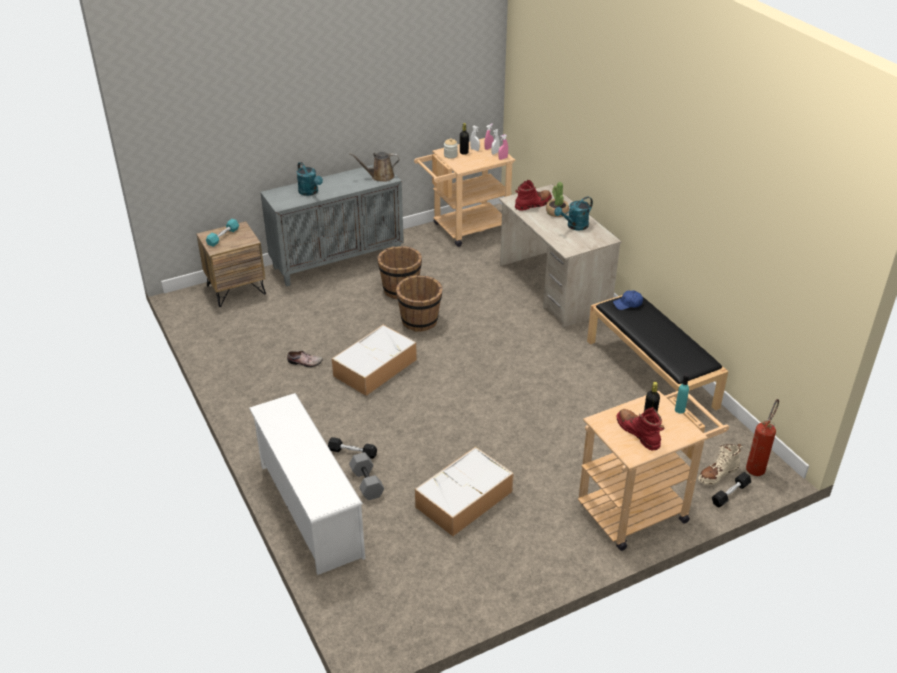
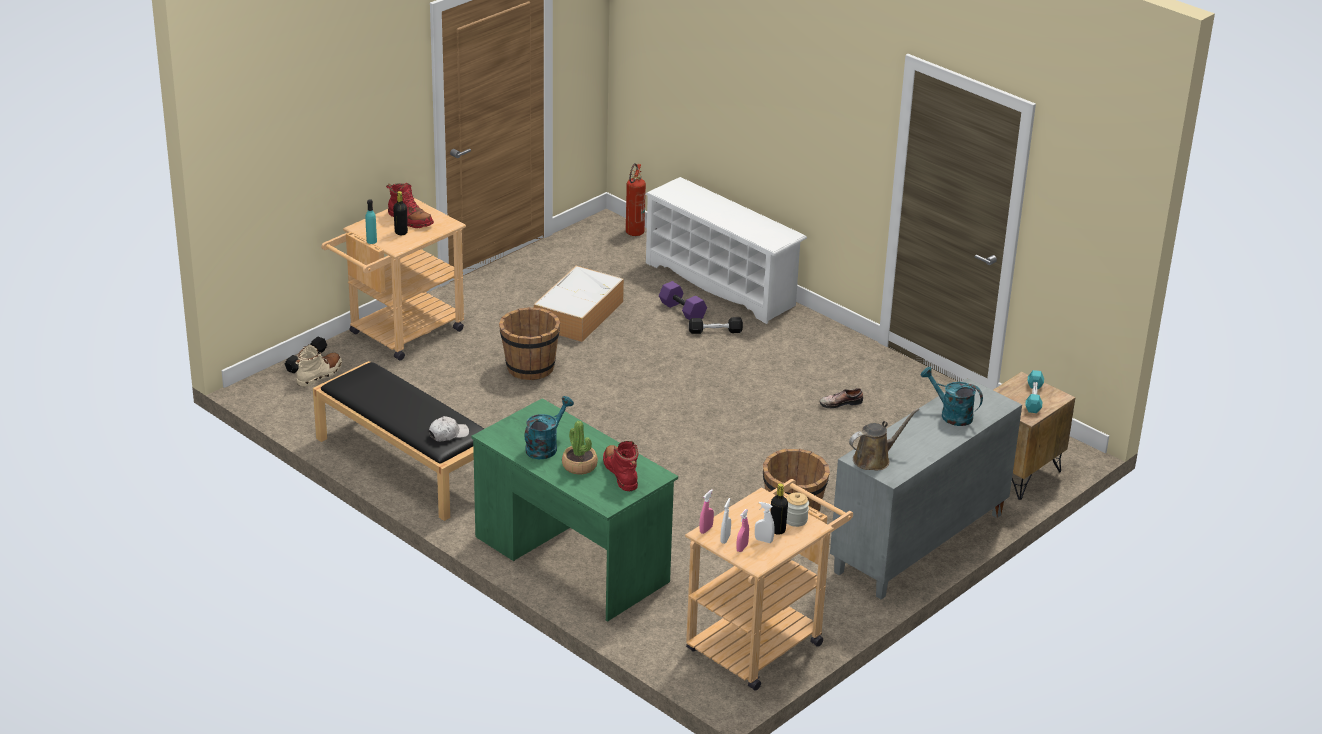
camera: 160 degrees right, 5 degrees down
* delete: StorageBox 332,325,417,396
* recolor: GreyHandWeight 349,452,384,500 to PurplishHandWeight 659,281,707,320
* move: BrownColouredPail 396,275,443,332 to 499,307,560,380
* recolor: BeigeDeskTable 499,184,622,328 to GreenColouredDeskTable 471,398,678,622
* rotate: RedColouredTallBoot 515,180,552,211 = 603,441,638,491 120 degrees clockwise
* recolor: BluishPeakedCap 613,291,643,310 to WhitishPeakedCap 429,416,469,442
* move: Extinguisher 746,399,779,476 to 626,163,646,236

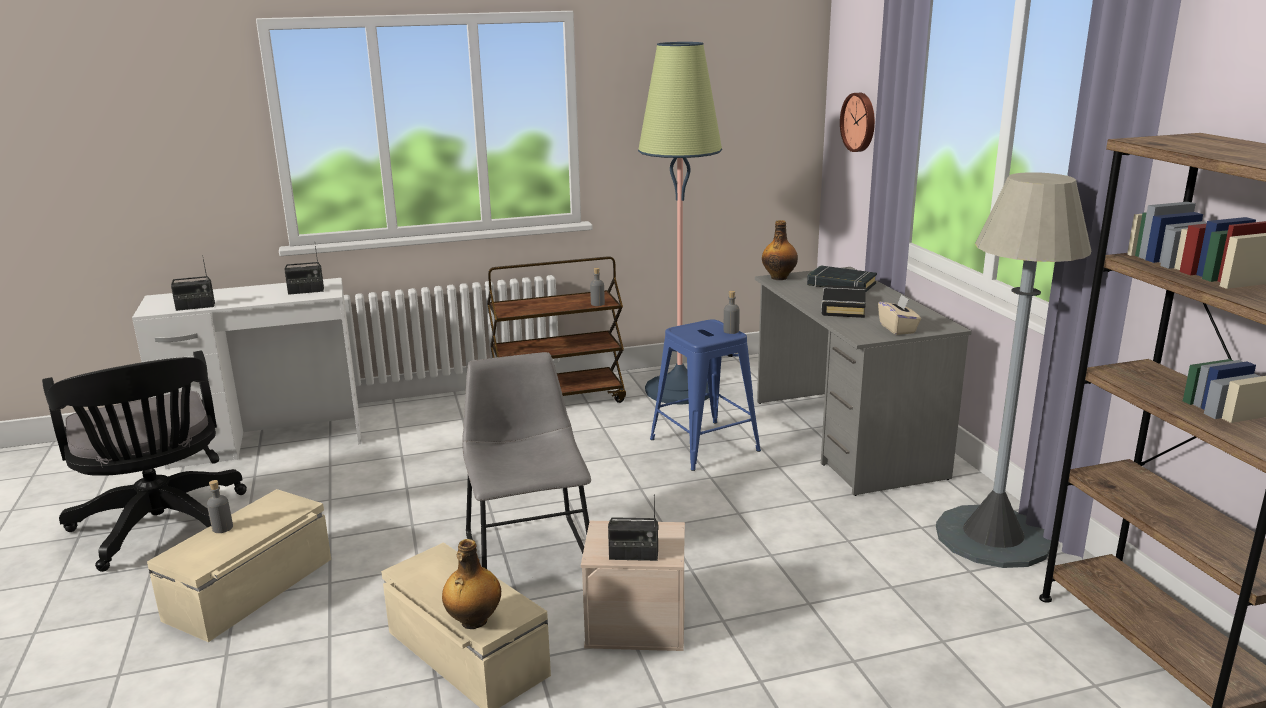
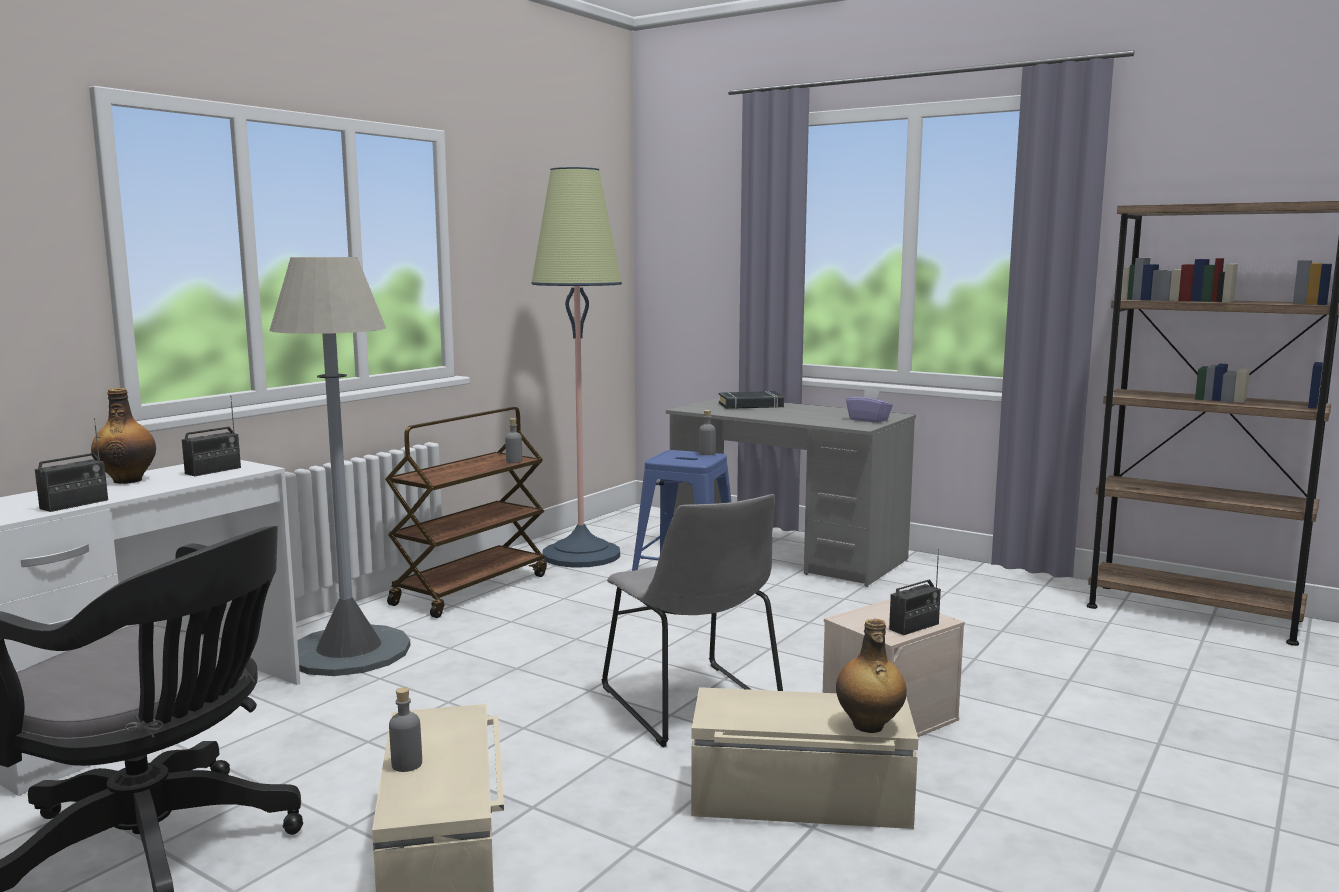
camera: 40 degrees left, 10 degrees down
* rotate: GreyPlainChair 462,352,591,569 = 601,494,783,747 150 degrees counterclockwise
* move: Bottle 762,220,798,280 to 91,388,156,484
* delete: BlackBoundBook 821,285,865,318
* delete: HangingClock 840,93,875,152
* recolor: BeigeBoxOfTissues 878,294,921,335 to PurplishBoxOfTissues 846,388,893,423
* move: GreyStandingLamp 936,172,1091,568 to 270,257,410,676

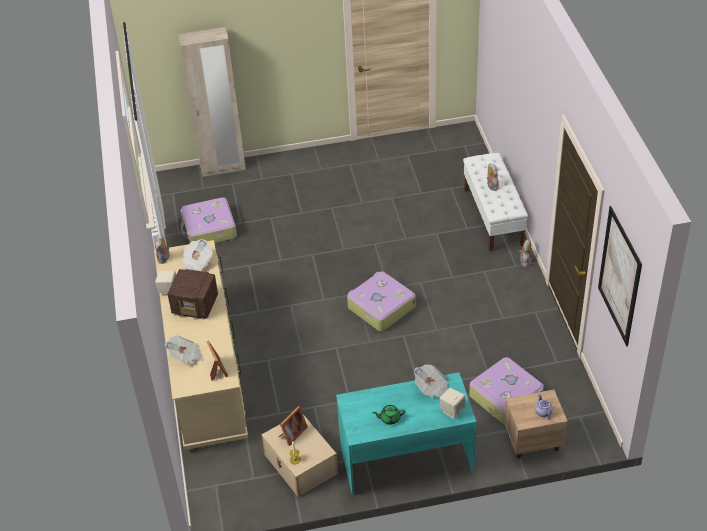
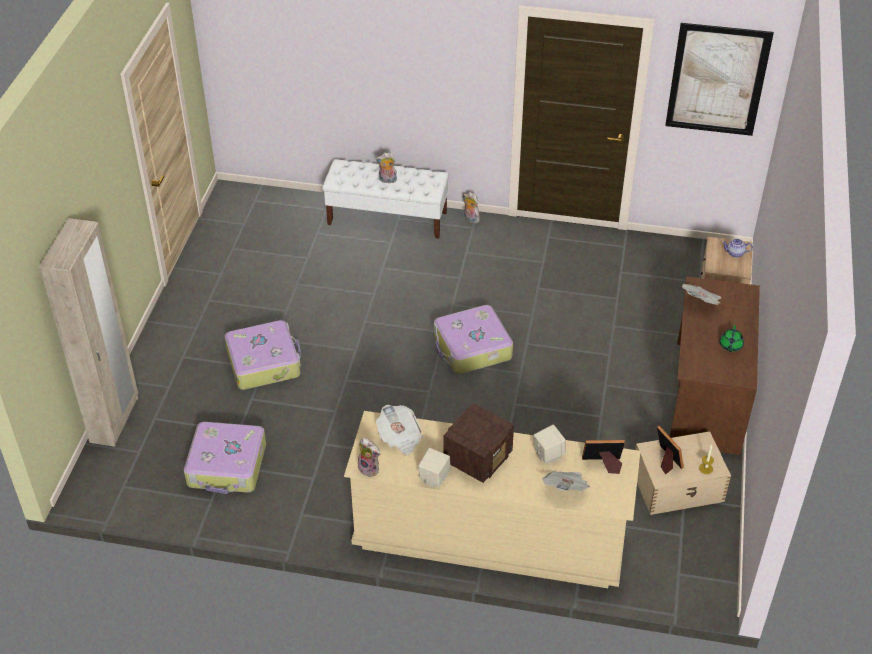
camera: 70 degrees left, 0 degrees up
* recolor: BlueGreenDeskTable 336,372,476,496 to BrownColouredDeskTable 670,276,760,455
* move: BeigeSpeaker 440,388,466,419 to 533,425,566,464
* move: Suitcase 469,357,544,425 to 225,320,301,390

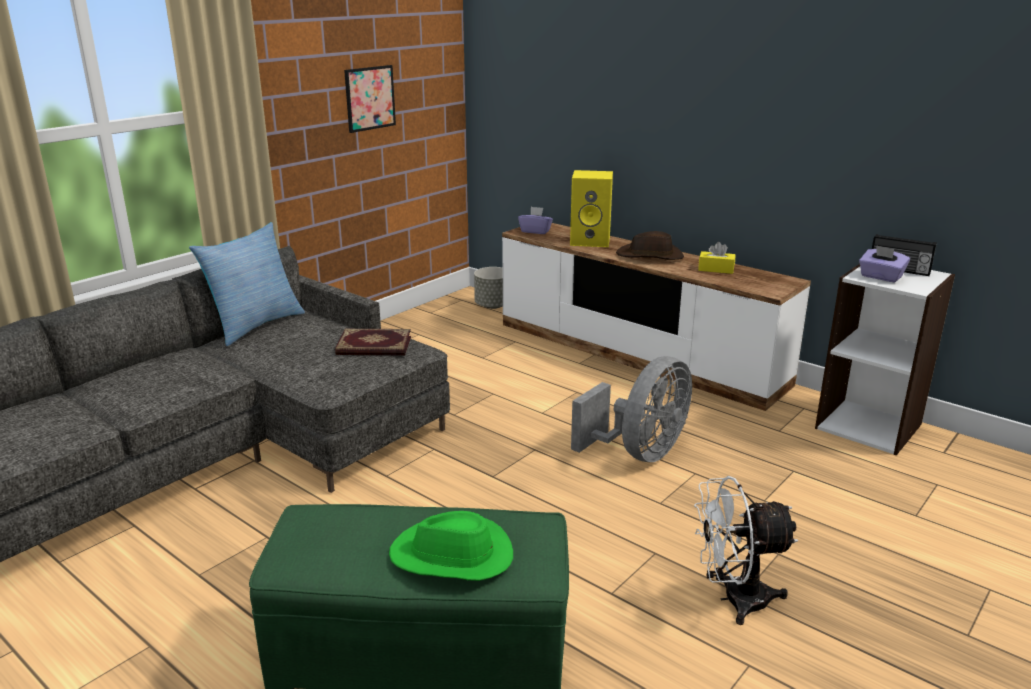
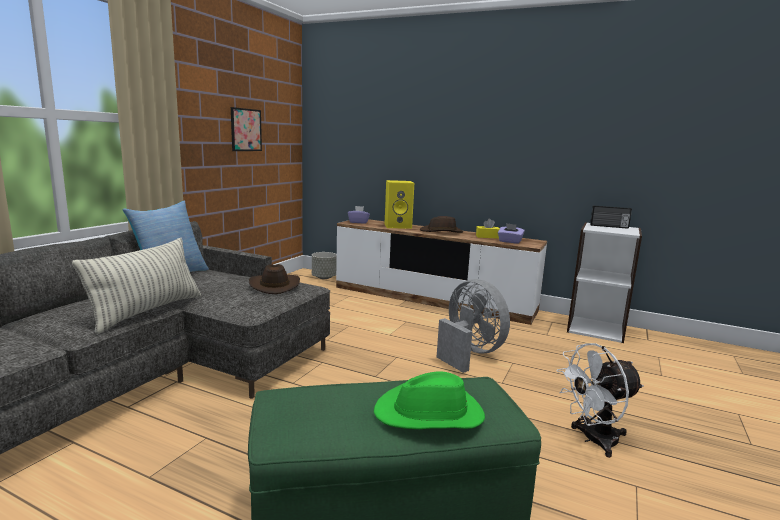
camera: 15 degrees left, 10 degrees down
* replace: BoundBook 335,329,411,355 to BrownColouredWearableHat 249,264,300,294
* rotate: GreyElectricFan 571,356,692,462 = 437,279,510,373 60 degrees counterclockwise
* move: PurplishBoxOfTissues 859,245,910,283 to 498,223,525,244
* insert: Pillow 72,238,201,334

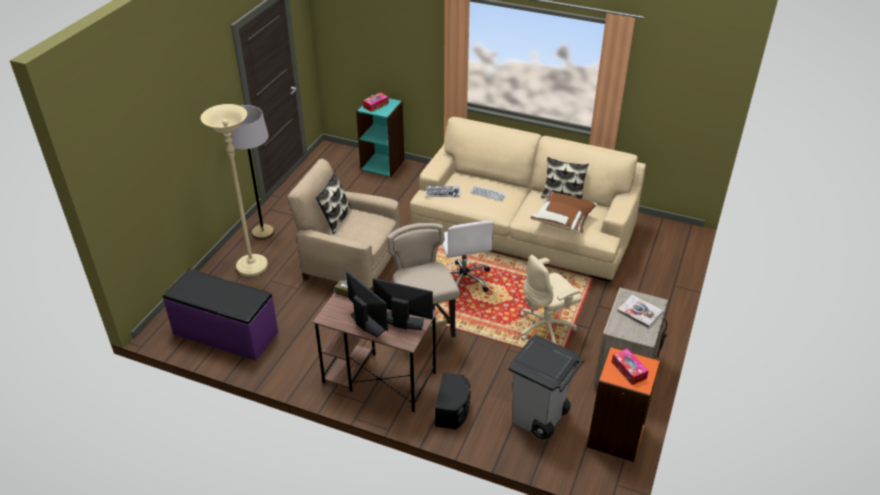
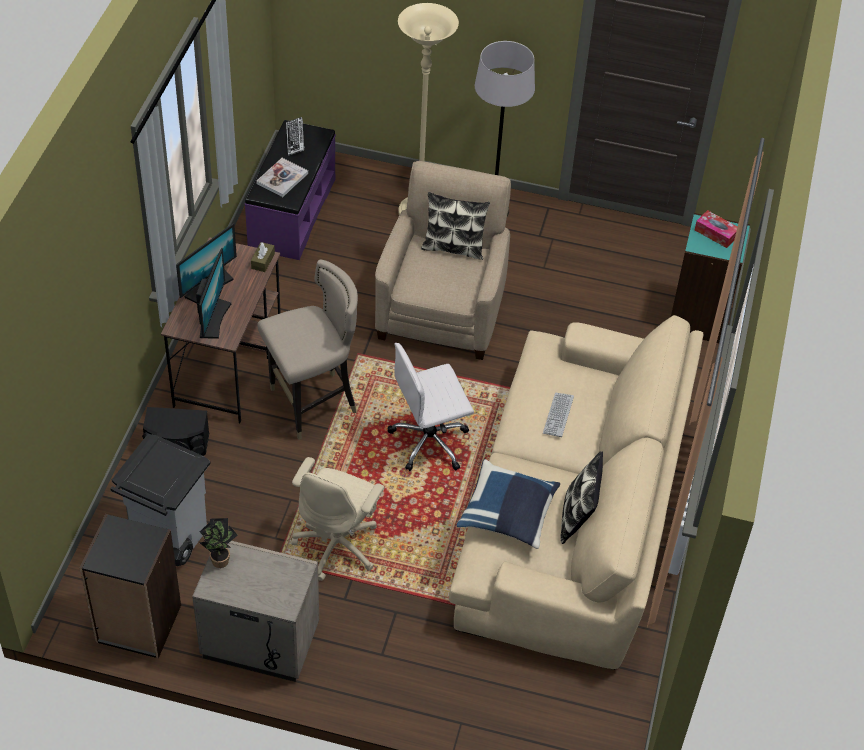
camera: 80 degrees right, 10 degrees up
* move: Keyboard 426,186,460,197 to 286,117,305,156
* rotate: BeigeDeskChair 520,255,582,344 = 291,457,384,581 120 degrees counterclockwise
* recolor: BrownColouredPillow 530,191,597,233 to BluishPillow 456,459,560,549
* recolor: OrangeColouredShelvingUnit 587,346,660,462 to BlackShelvingUnit 80,514,181,659
* delete: BoxOfTissues 612,348,648,385
* move: BoundBook 617,295,663,328 to 256,158,308,197
* insert: PottedPlant 200,518,237,568

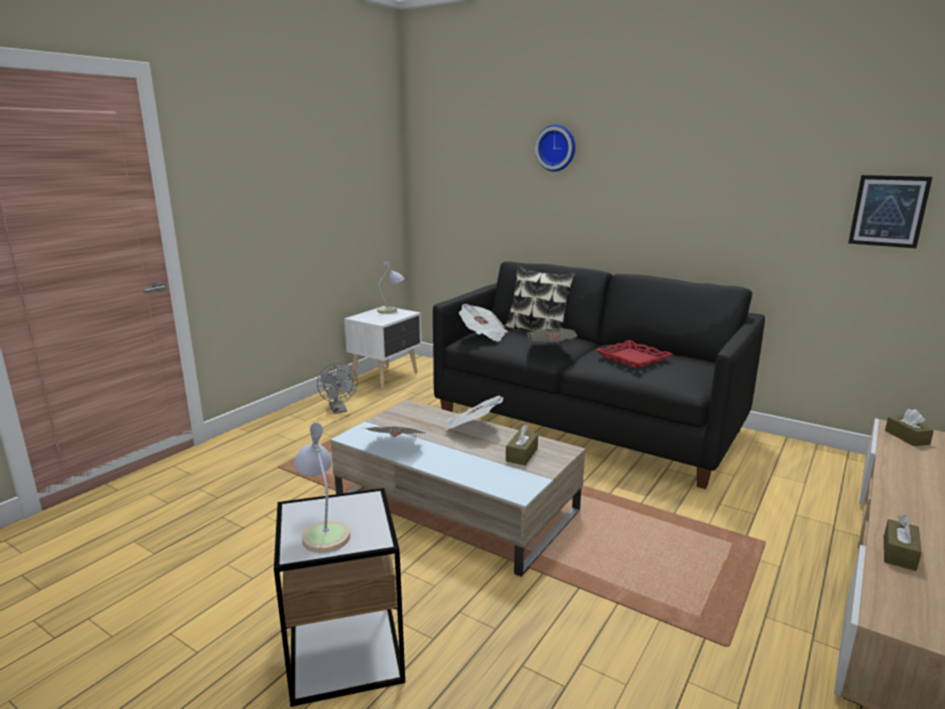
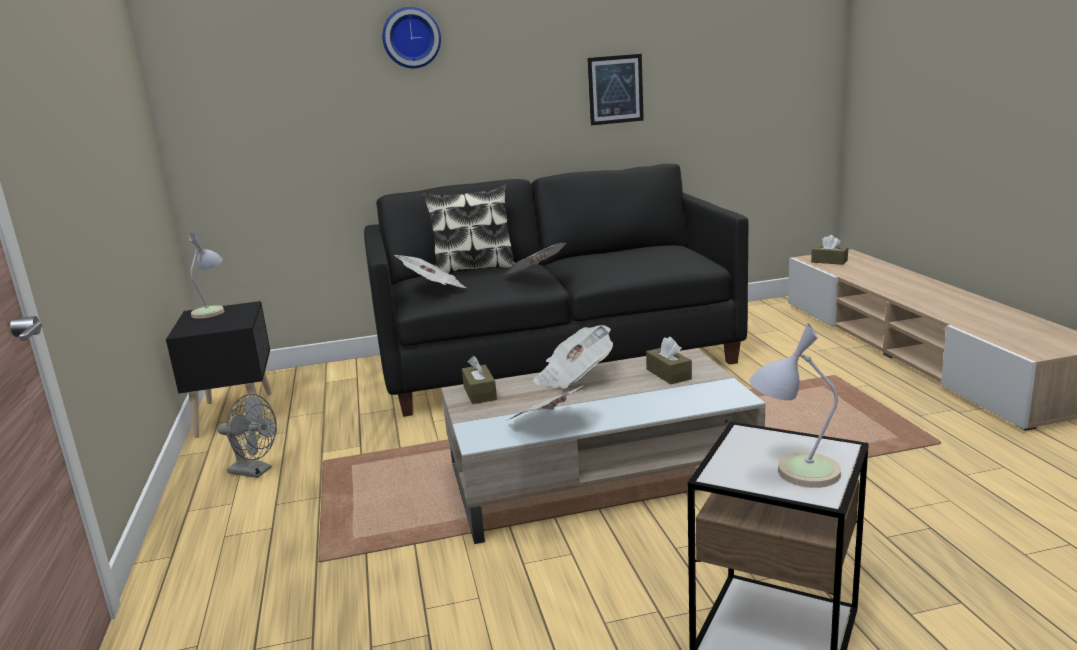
camera: 45 degrees left, 0 degrees up
* recolor: WhitishNightstand 344,306,422,389 to BlackNightstand 166,301,272,438
* delete: RedColouredServingTray 596,340,672,368
* move: WallPicture 848,175,932,248 to 587,54,644,125
* move: BrownColouredBoxOfTissues 884,515,922,571 to 462,356,497,404

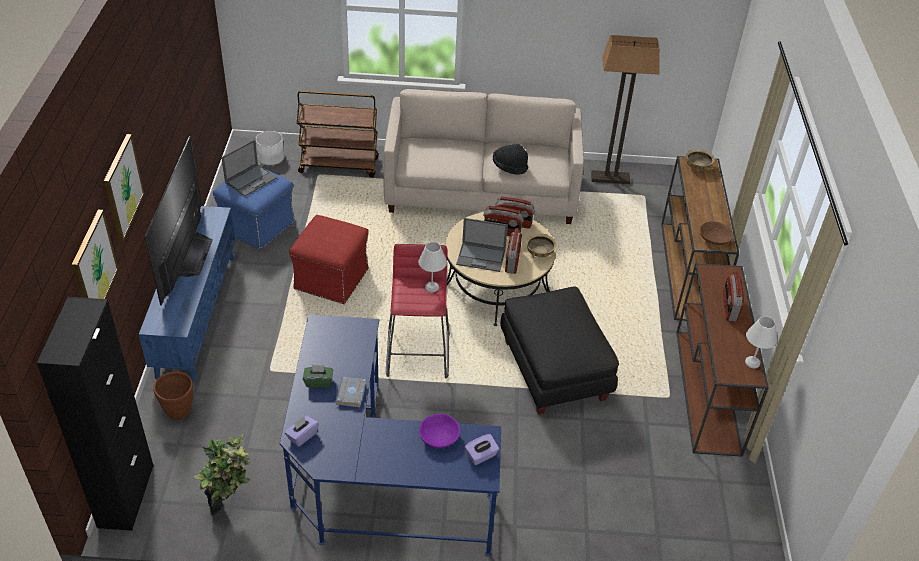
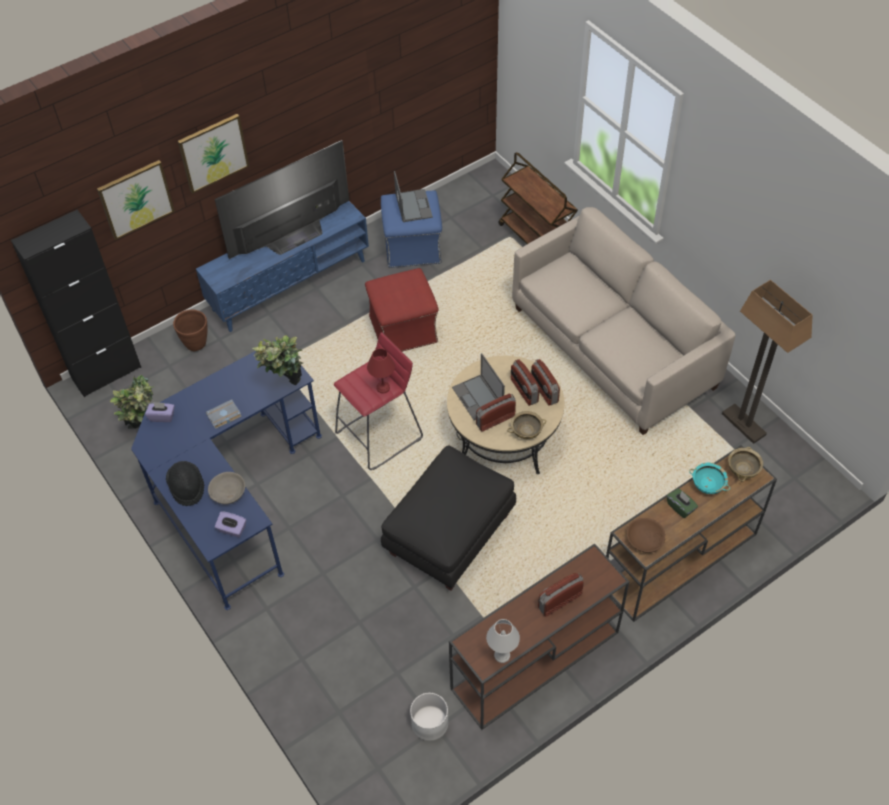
camera: 55 degrees right, 10 degrees up
* rotate: PortableComputer 221,140,277,196 = 394,171,433,222 105 degrees counterclockwise
* move: WhitishPlanter 255,131,284,165 to 410,693,448,741
* move: GreenColouredBoxOfTissues 303,365,333,388 to 667,489,698,518
* recolor: WhitishTableLamp 418,242,447,293 to RedColouredTableLamp 367,348,395,393
* recolor: PurplishDeepDish 419,414,460,448 to GreyDeepDish 208,472,245,505
* move: BlackWearableHat 493,144,528,175 to 166,461,205,506
* insert: PottedPlant 252,335,303,385
* insert: BlueGreenDeepDish 689,463,730,494

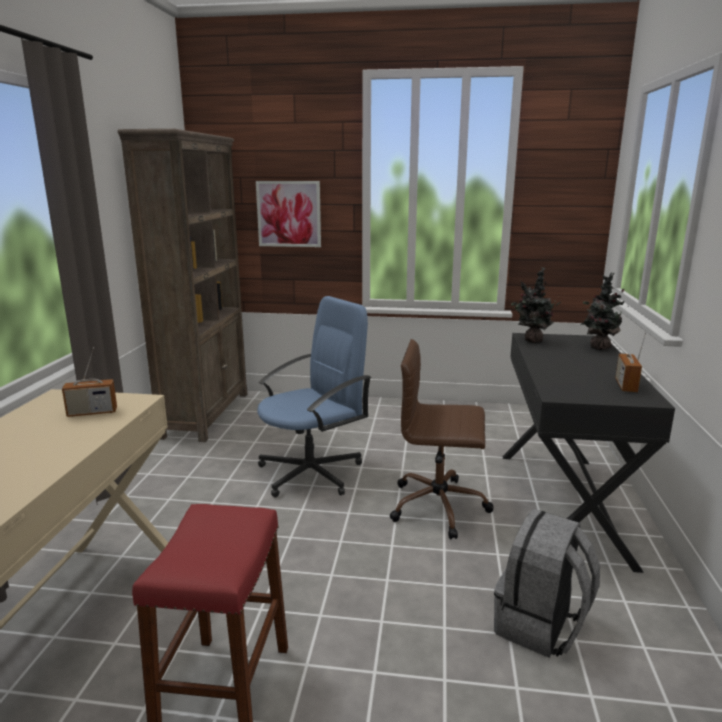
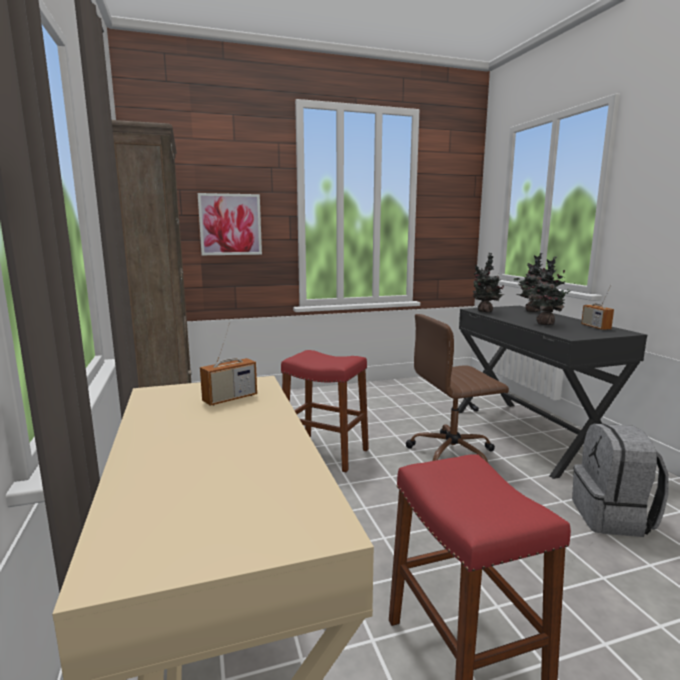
camera: 25 degrees left, 5 degrees down
* replace: BluishDeskChair 257,296,371,497 to RedColouredStoolSeat 281,350,369,472
* insert: PottedPlant 523,256,571,325

